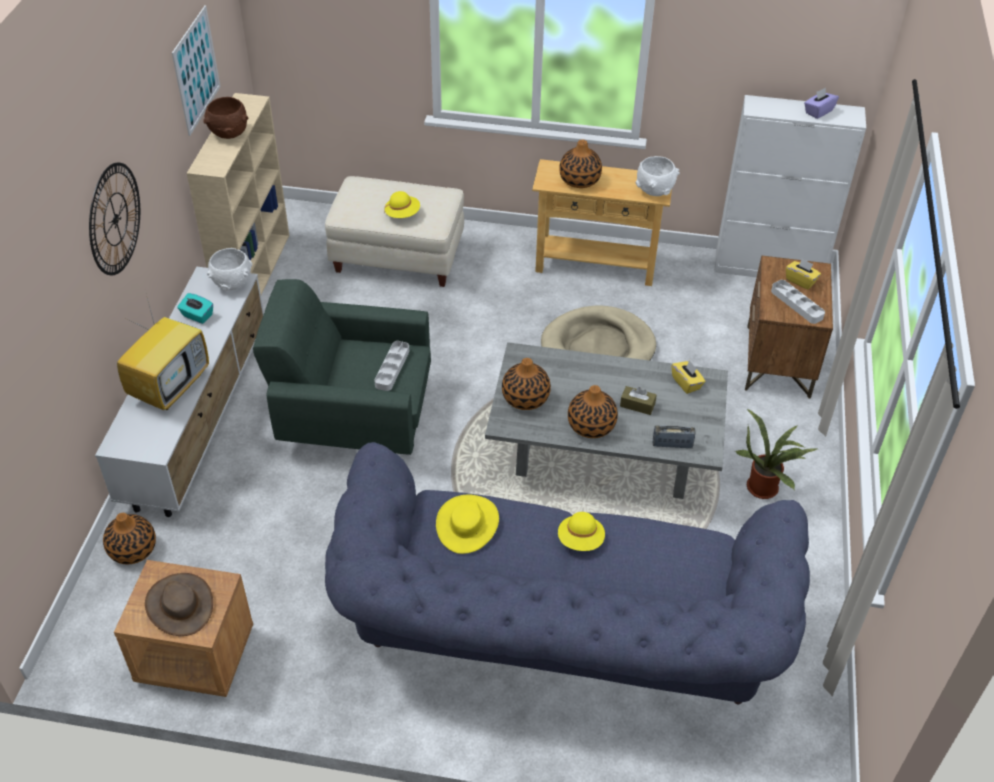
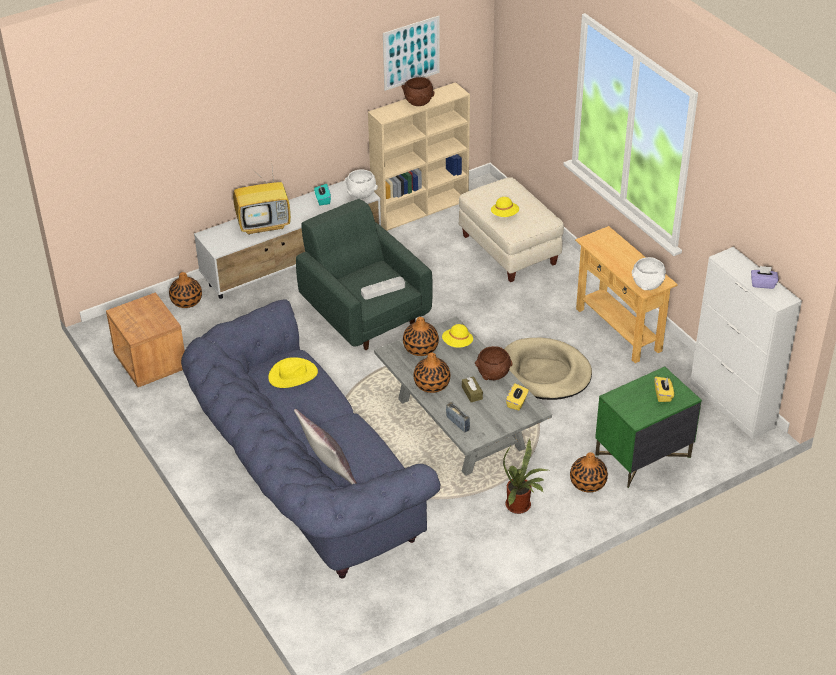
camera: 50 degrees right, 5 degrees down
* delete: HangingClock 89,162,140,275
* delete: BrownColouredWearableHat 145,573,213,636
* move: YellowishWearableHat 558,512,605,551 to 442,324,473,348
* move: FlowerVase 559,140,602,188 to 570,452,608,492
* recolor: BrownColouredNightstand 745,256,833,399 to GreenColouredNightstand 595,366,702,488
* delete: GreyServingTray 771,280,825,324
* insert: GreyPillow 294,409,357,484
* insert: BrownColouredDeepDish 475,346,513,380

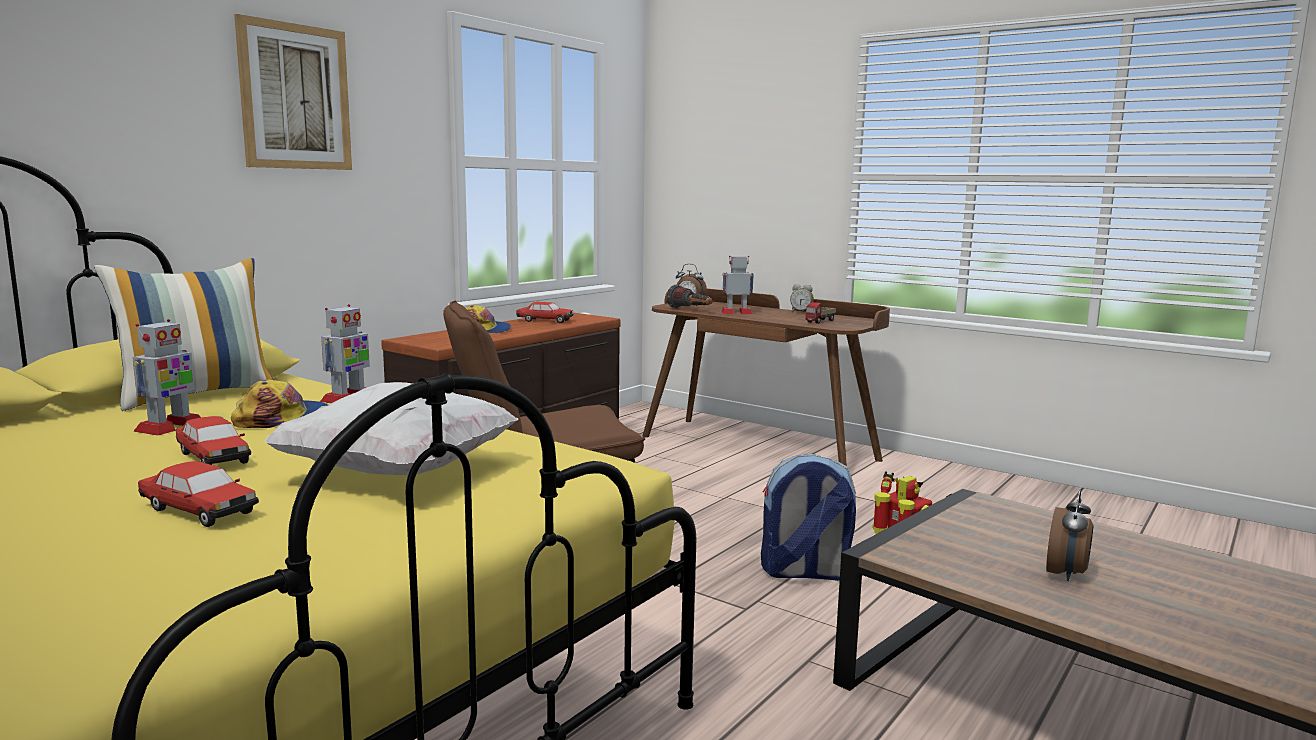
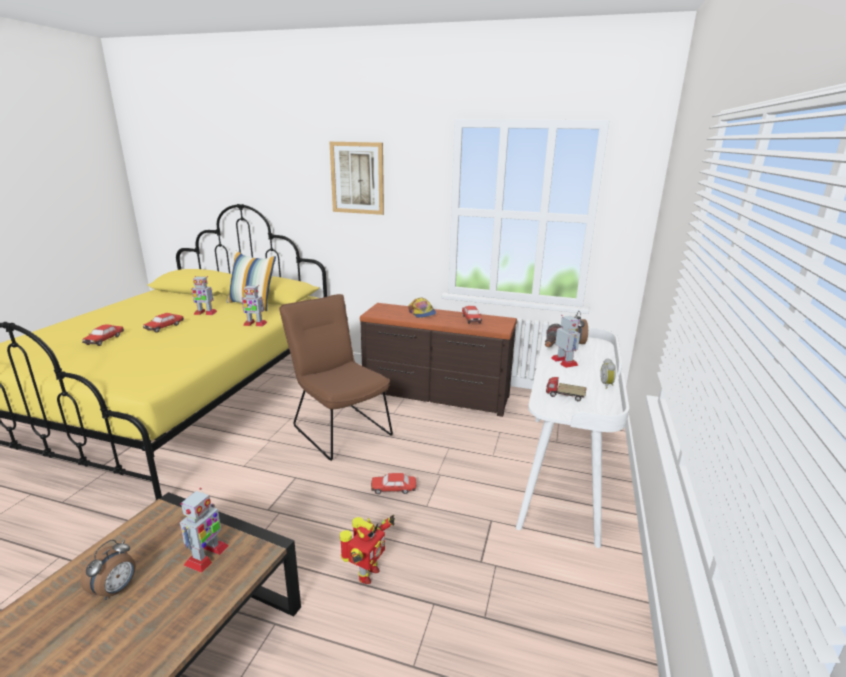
camera: 70 degrees right, 10 degrees up
* delete: PeakedCap 231,379,328,428
* delete: WhitishPillow 265,382,518,475
* recolor: BrownColouredDeskTable 642,289,890,466 to WhitishDeskTable 516,327,629,548
* delete: Rucksack 761,454,856,581
* rotate: AlarmClock 1046,489,1093,581 = 80,539,136,600 75 degrees counterclockwise
* insert: ToyRobot 180,488,229,573
* insert: MiniatureCar 371,473,416,494

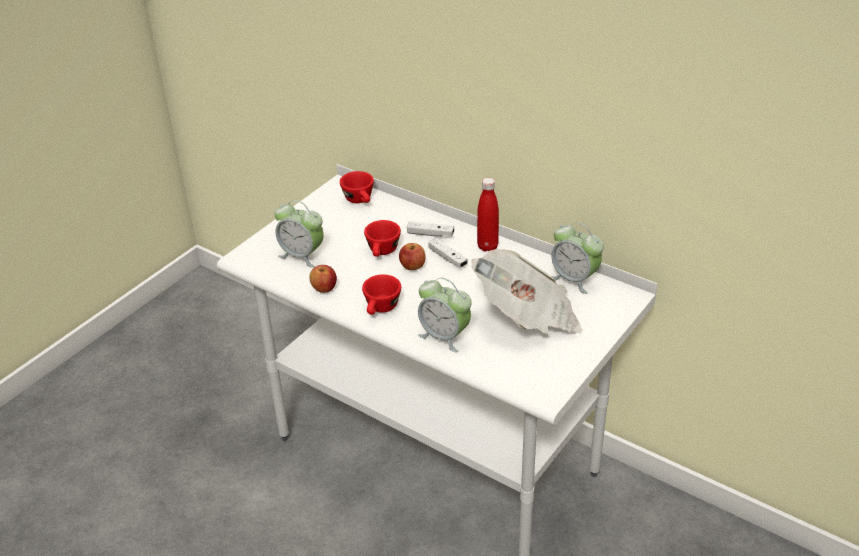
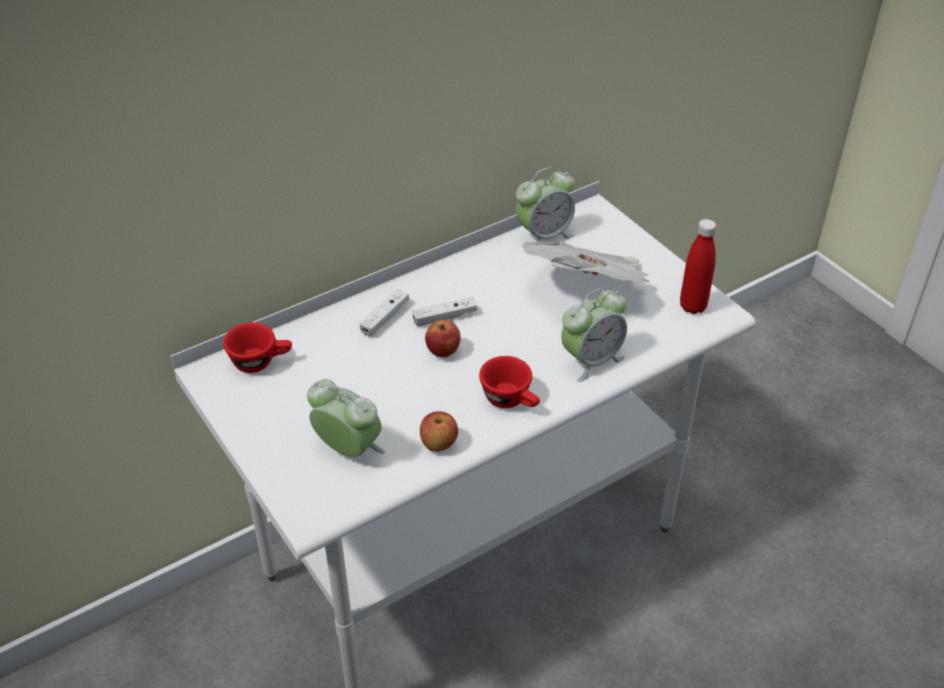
camera: 70 degrees left, 5 degrees up
* rotate: AlarmClock 275,200,324,268 = 307,379,385,458 105 degrees counterclockwise
* delete: RedColouredCup 364,220,401,257
* move: RedColouredBottle 477,178,499,252 to 680,219,716,314

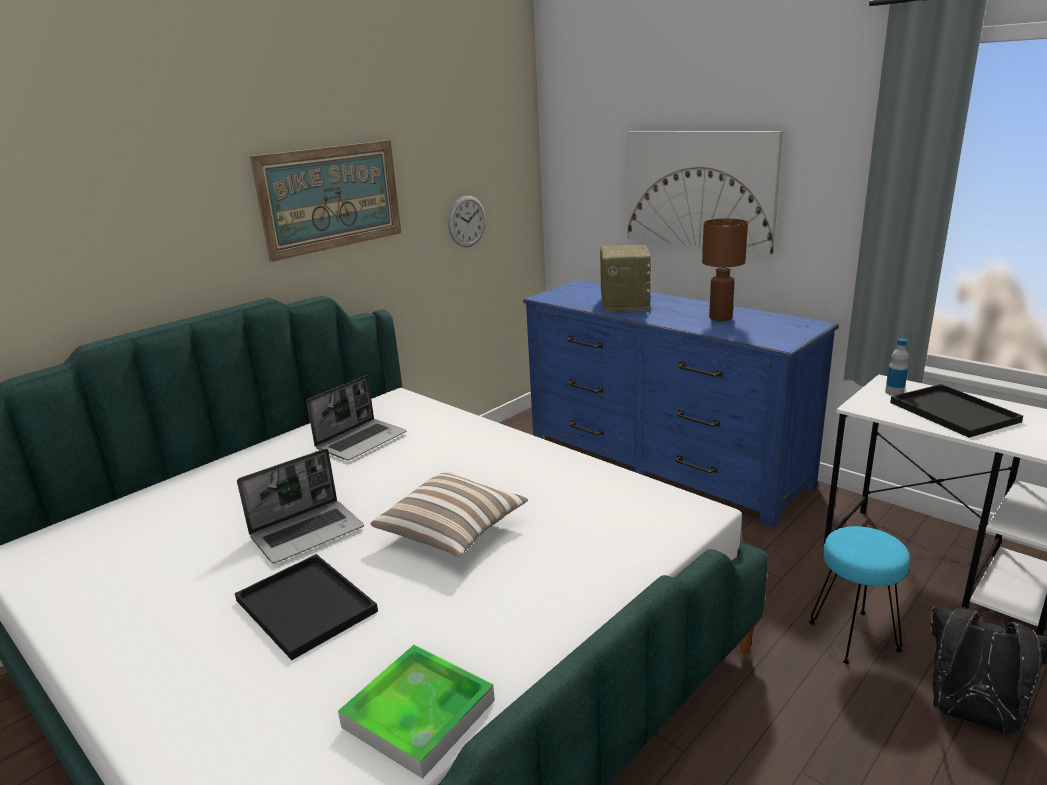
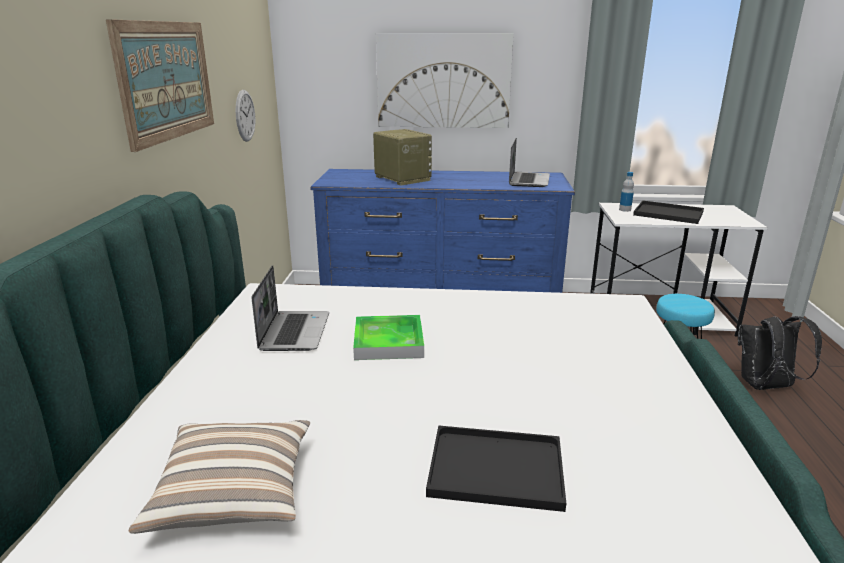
camera: 40 degrees left, 0 degrees up
* move: PortableComputer 237,449,364,563 to 509,138,550,187
* move: ServingTray 338,645,495,779 to 353,315,424,360
* move: Pillow 371,472,528,557 to 129,420,310,534
* delete: BrownColouredTableLamp 702,218,748,321

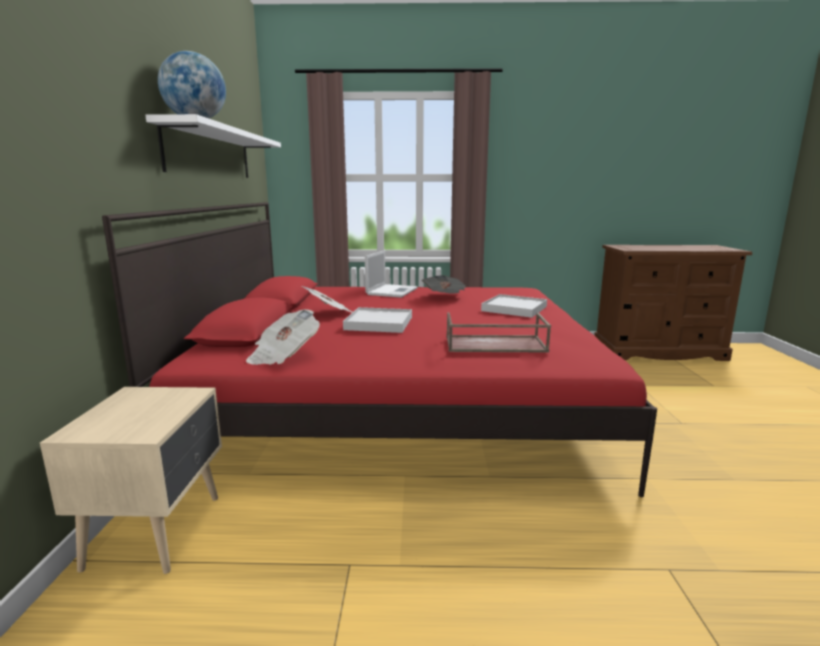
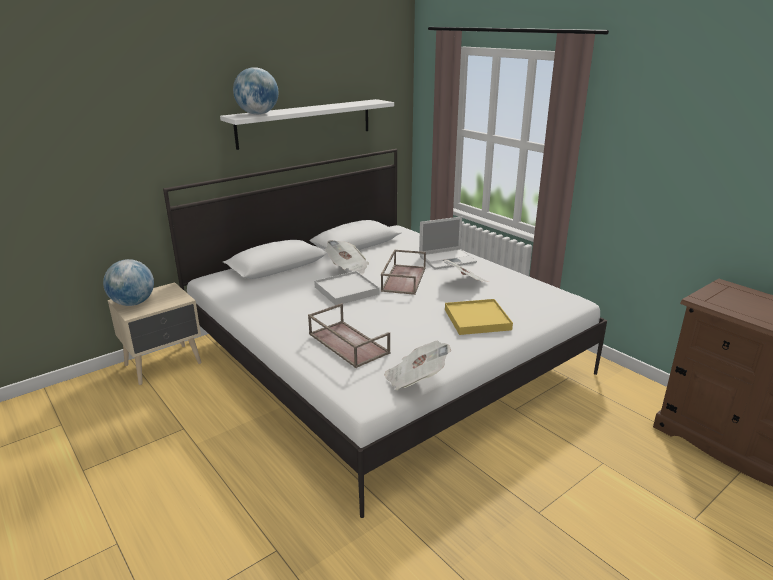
camera: 50 degrees right, 10 degrees up
* recolor: RedColouredBedroomBed 102,202,657,497 to WhitishBedroomBed 163,149,607,518
* move: PrintedPaper 246,309,320,365 to 384,341,451,390
* recolor: WhitishServingTray 481,294,547,318 to YellowishServingTray 445,299,513,335
* insert: WorldGlobe 103,259,154,306
* insert: BrownColouredServingTray 381,249,426,295

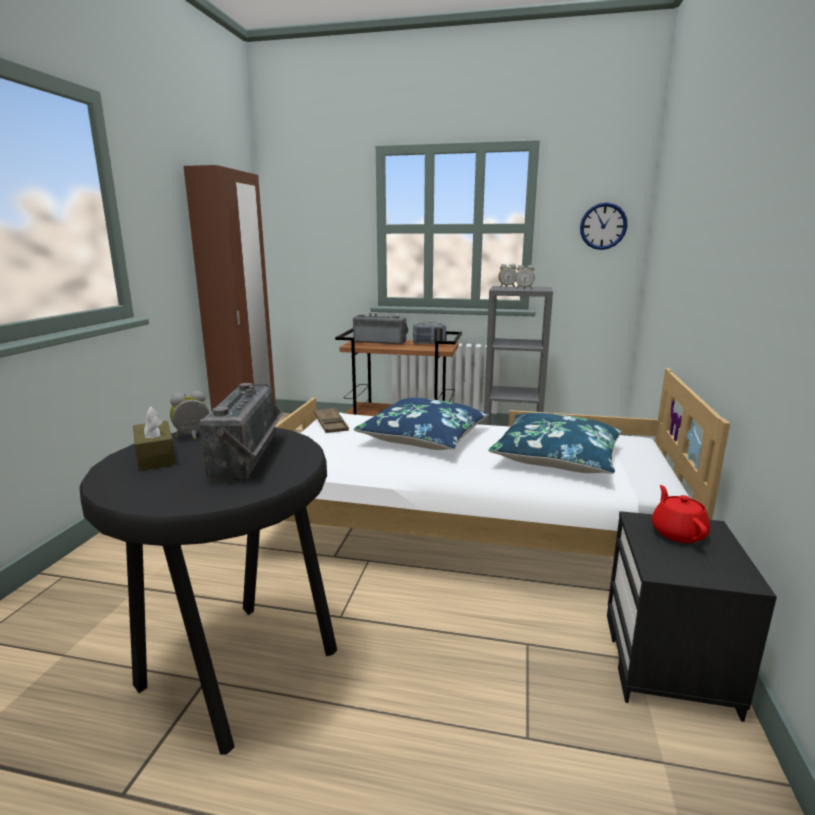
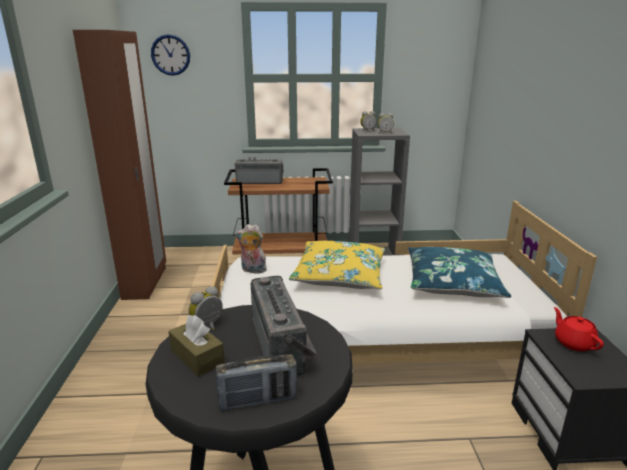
camera: 15 degrees left, 5 degrees up
* replace: BrownColouredServingTray 314,407,349,433 to SoftToy 236,224,267,274
* recolor: BluishPillow 354,398,489,450 to YellowishPillow 289,241,385,289
* move: RadioSet 413,322,446,344 to 216,354,297,411
* move: HangingClock 580,202,627,250 to 151,34,190,76

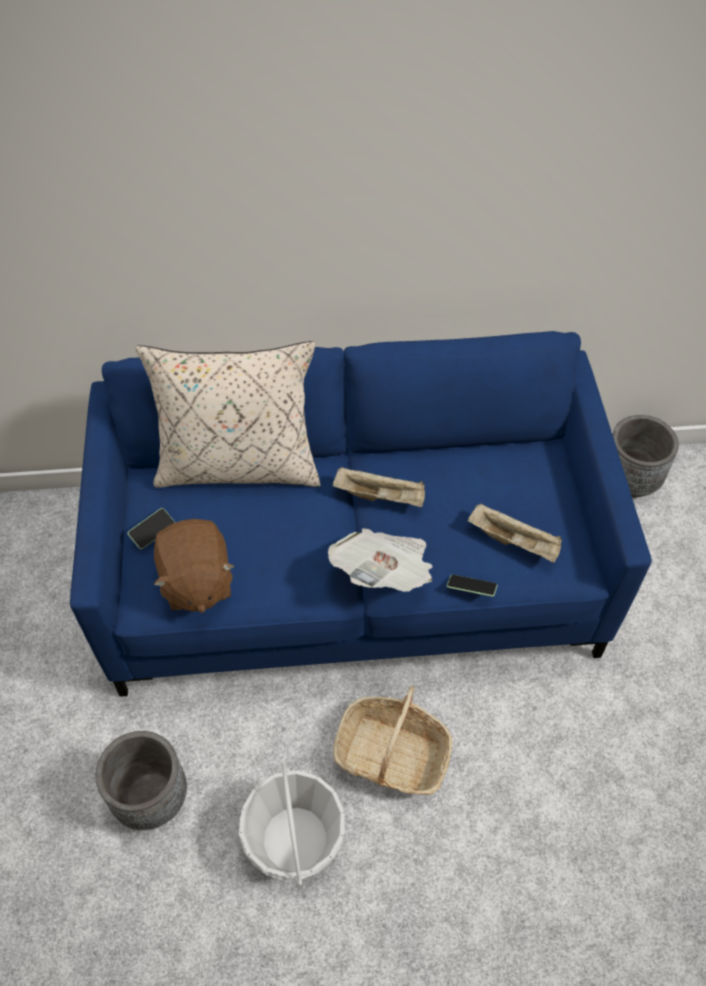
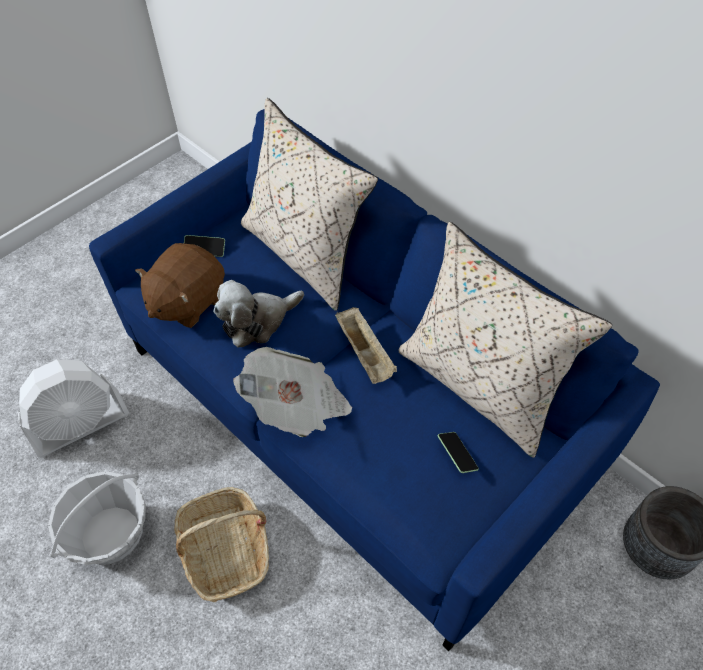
camera: 50 degrees right, 0 degrees up
* replace: GreyPlanter 96,731,187,830 to WhitishElectricFan 18,359,129,458
* move: Handset 447,575,498,597 to 437,432,479,473
* delete: BeigeServingTray 468,503,562,563
* insert: SoftToy 213,280,304,348
* insert: BeigePillow 398,222,612,458

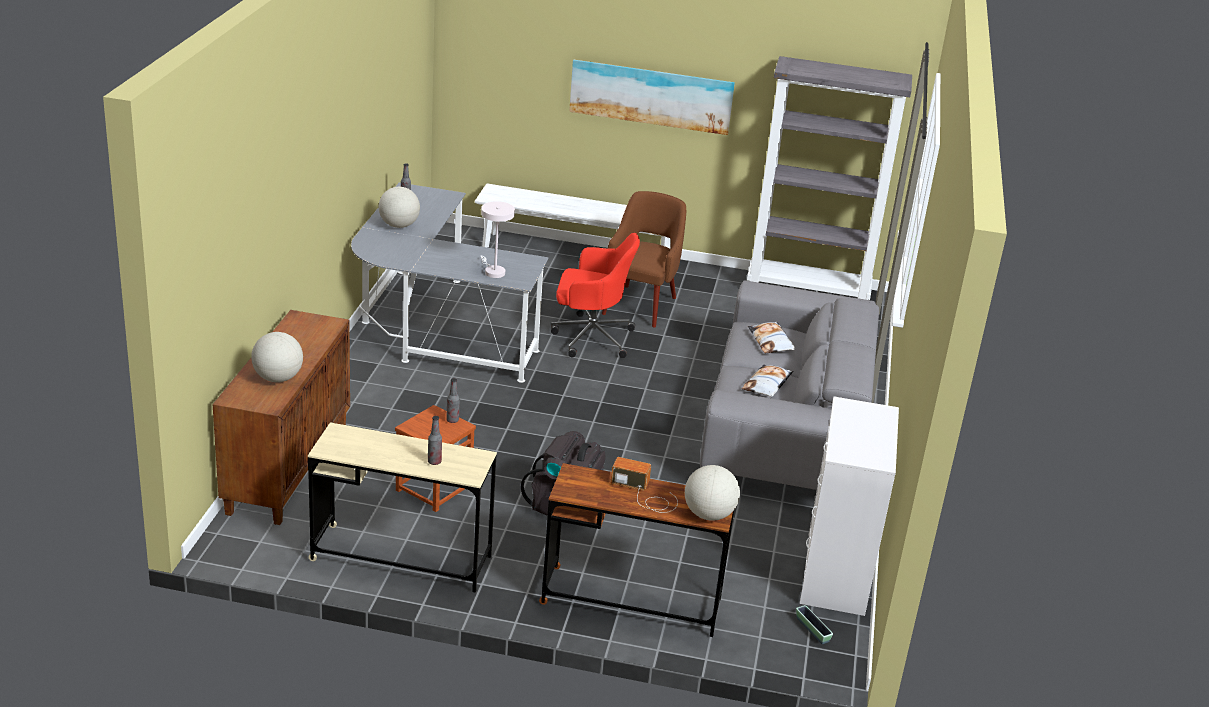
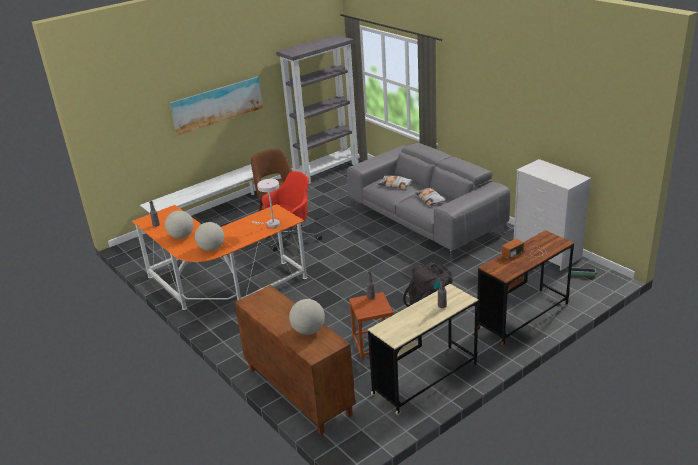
camera: 45 degrees left, 0 degrees up
* recolor: GreyDeskTable 351,183,549,383 to OrangeColouredDeskTable 132,204,307,310
* move: WorldGlobe 685,465,740,521 to 195,222,224,251

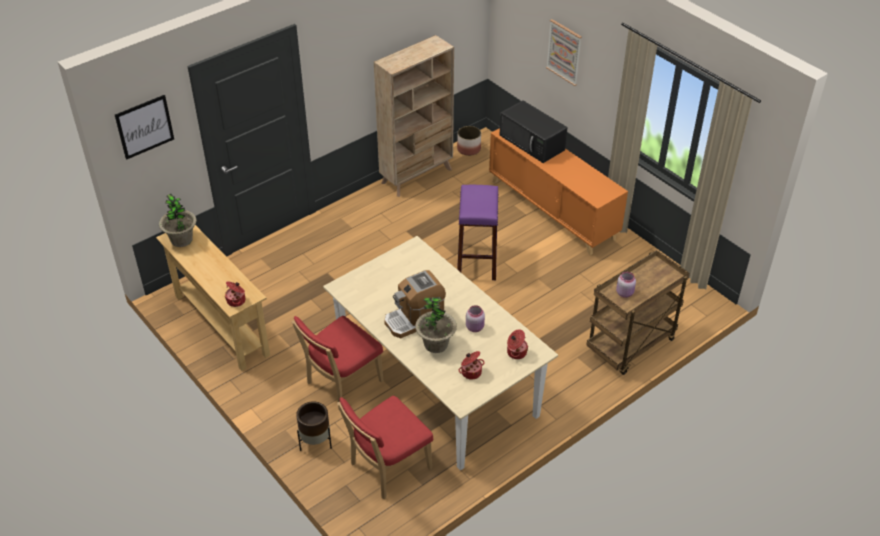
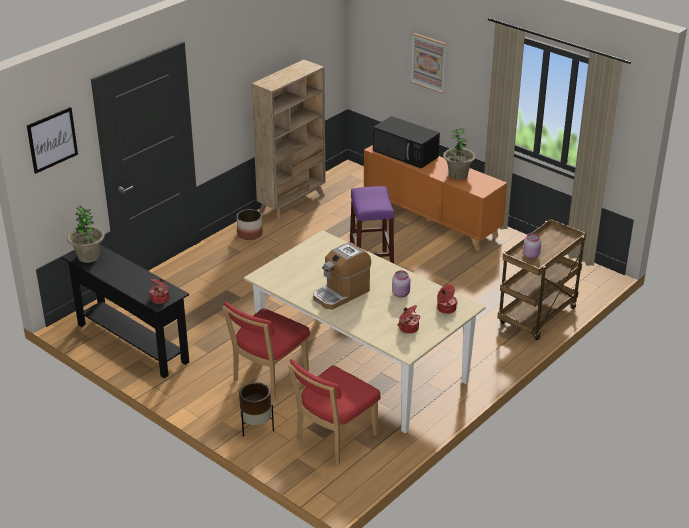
camera: 10 degrees left, 10 degrees down
* recolor: BeigeHallTable 156,225,270,371 to BlackHallTable 62,245,189,378
* move: PottedPlant 415,297,457,353 to 443,128,476,179
* move: Planter 457,126,481,156 to 237,209,263,240

